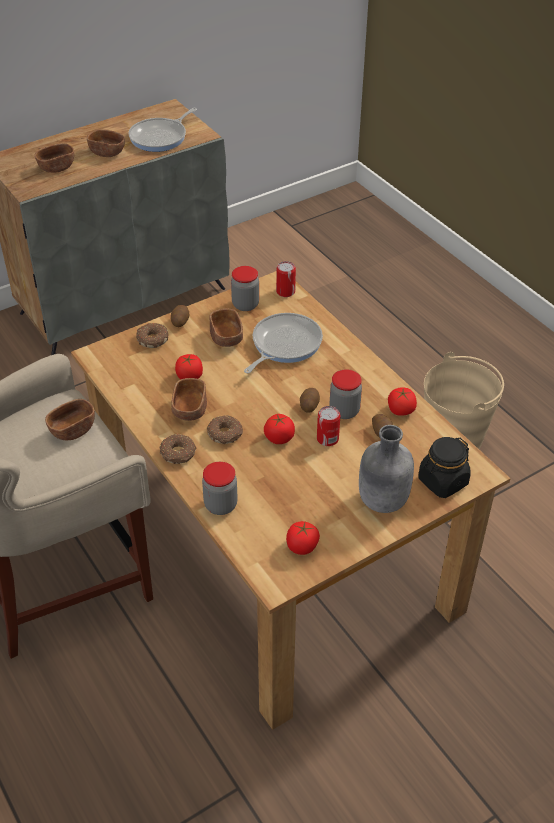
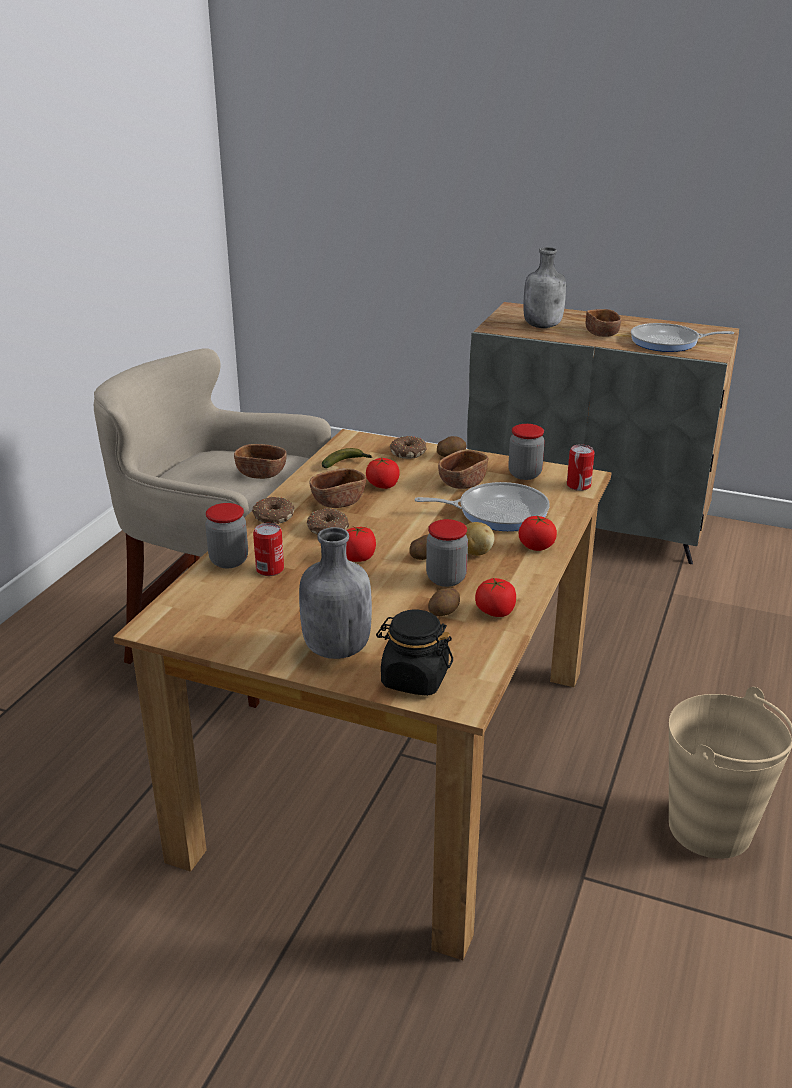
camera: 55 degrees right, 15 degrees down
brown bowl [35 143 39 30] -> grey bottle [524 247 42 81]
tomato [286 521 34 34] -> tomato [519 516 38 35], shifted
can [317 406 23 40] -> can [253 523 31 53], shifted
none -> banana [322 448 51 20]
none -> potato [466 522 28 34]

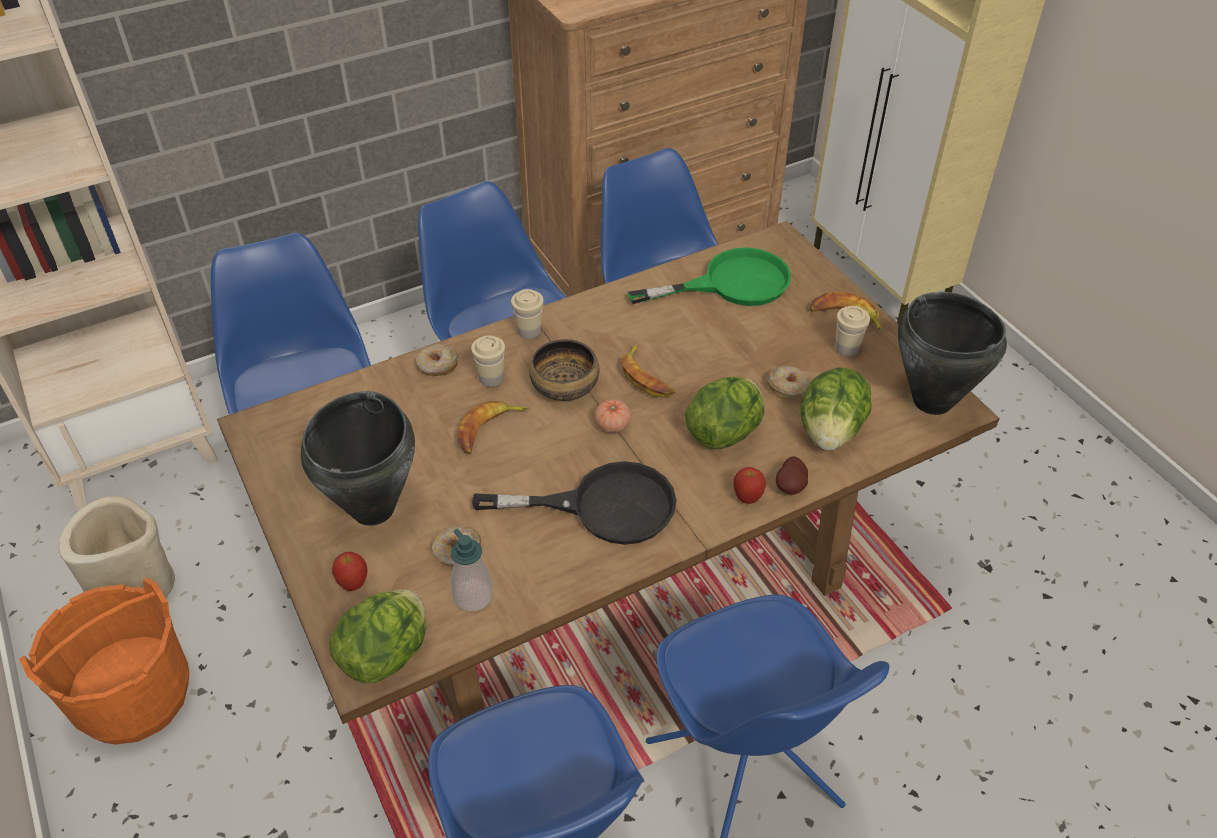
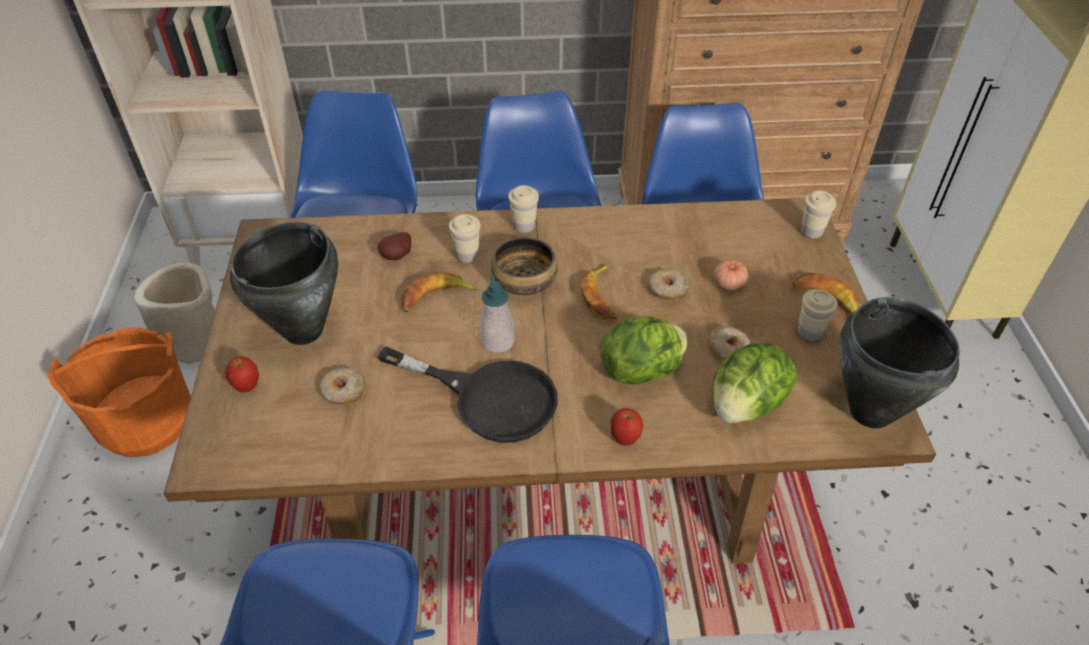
camera: 25 degrees right, 0 degrees up
lettuce [329 589 97 95] -> none
donut [416 344 42 32] -> donut [649 269 42 32], shifted
soap dispenser [451 528 42 84] -> soap dispenser [480 275 35 78], shifted
tomato [594 399 37 34] -> tomato [714 260 34 30], shifted
green frying pan [627 247 164 59] -> none
potato [776 456 32 39] -> potato [377 232 34 28], shifted
none -> beige cup [801 191 35 48]

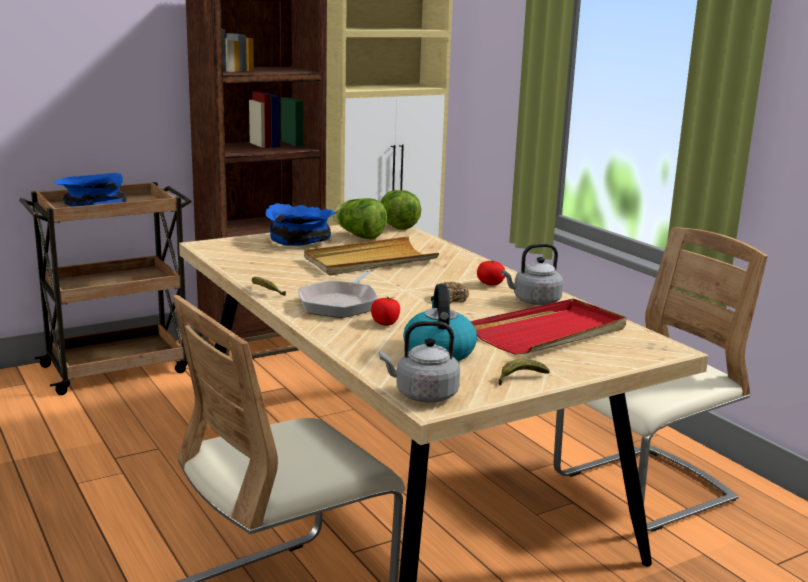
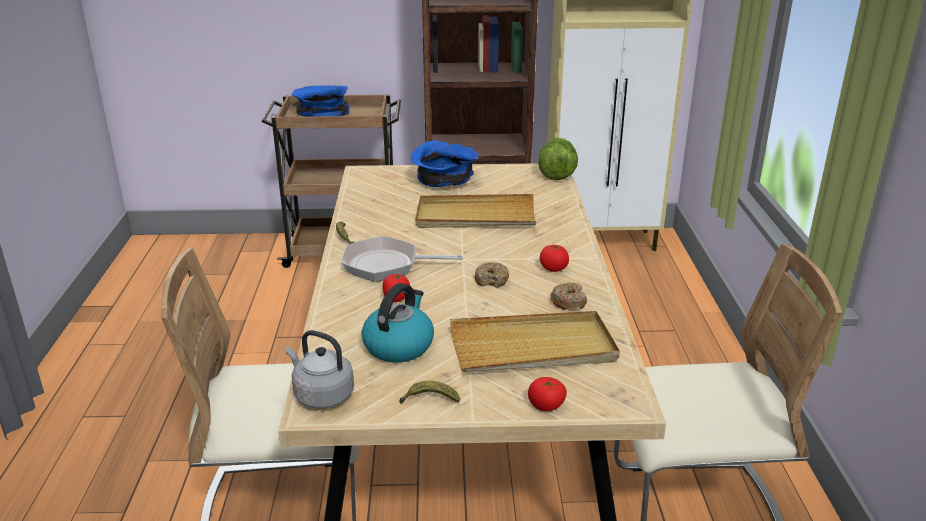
camera: 30 degrees right, 10 degrees up
frying pan [298 270 80 48] -> frying pan [342 236 121 46], 45 degrees clockwise
lettuce [333 198 54 41] -> none
red tray [470 298 157 57] -> beige tray [450 311 170 61]
grey kettle [502 243 62 62] -> donut [551 282 36 28]
none -> tomato [528 377 39 34]

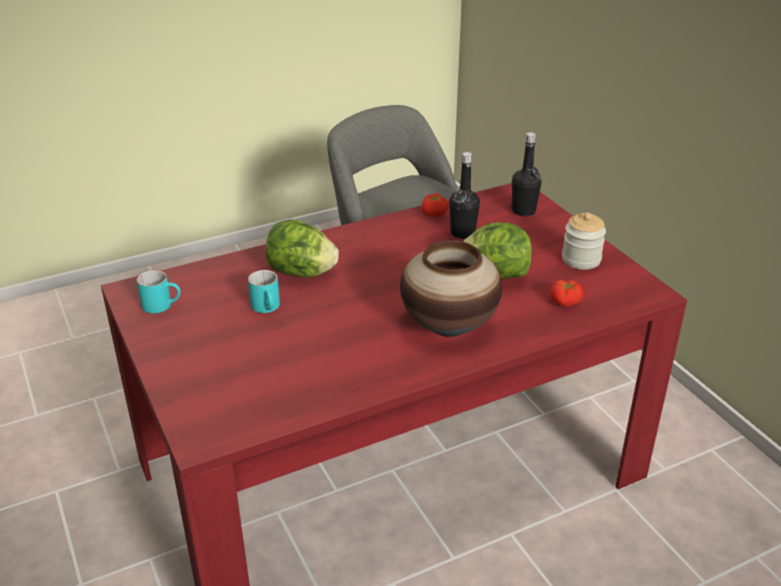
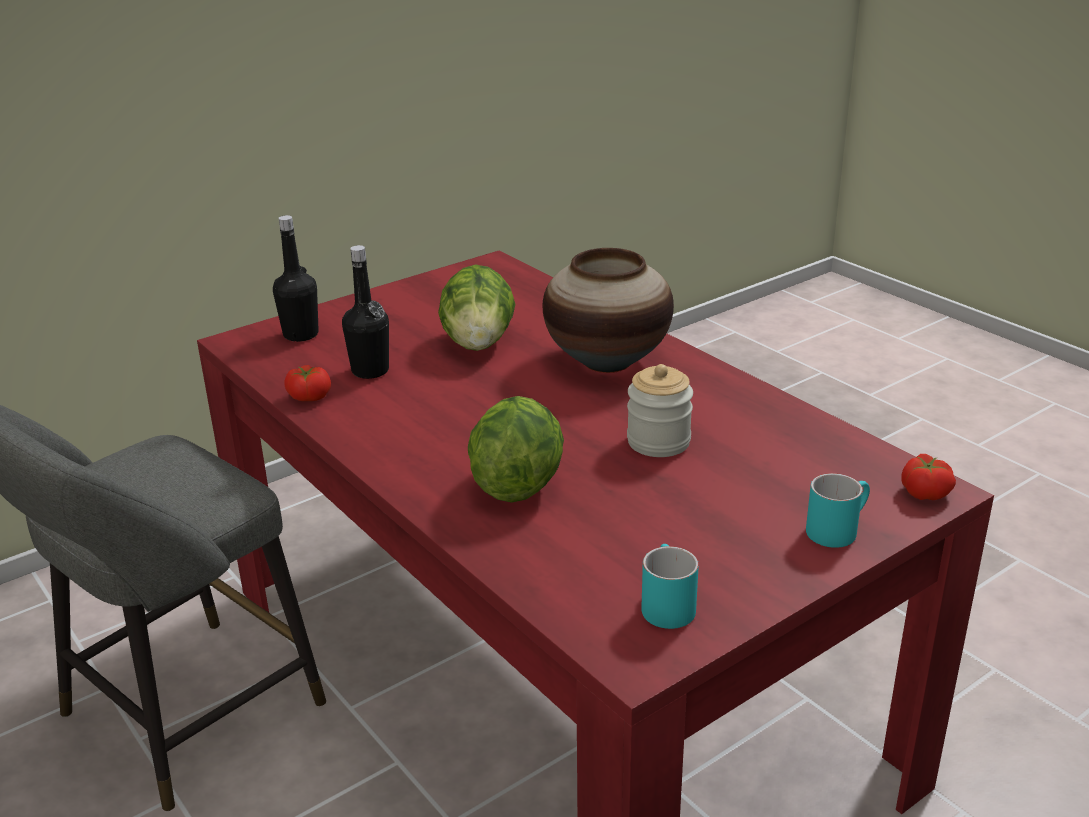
camera: 100 degrees left, 5 degrees down
turquoise mug [248 270 32 43] -> turquoise mug [806 473 64 75], shifted
tomato [550 280 33 27] -> tomato [901 454 55 46], shifted
jar [562 212 44 58] -> jar [627 364 66 93], shifted

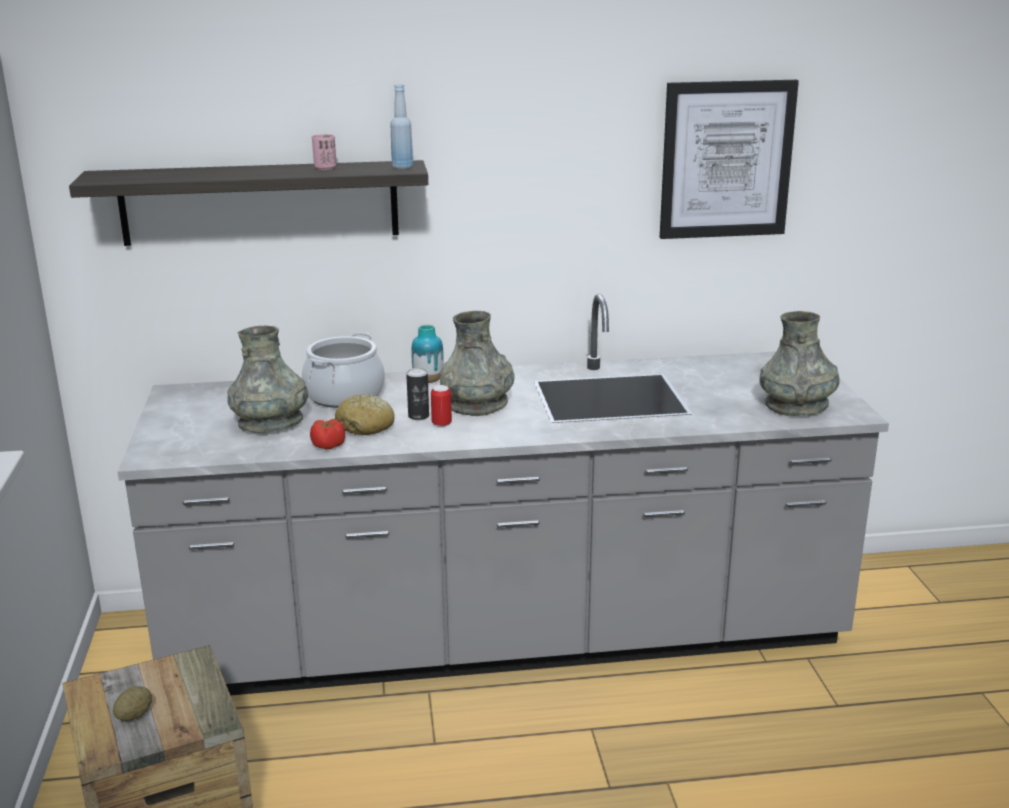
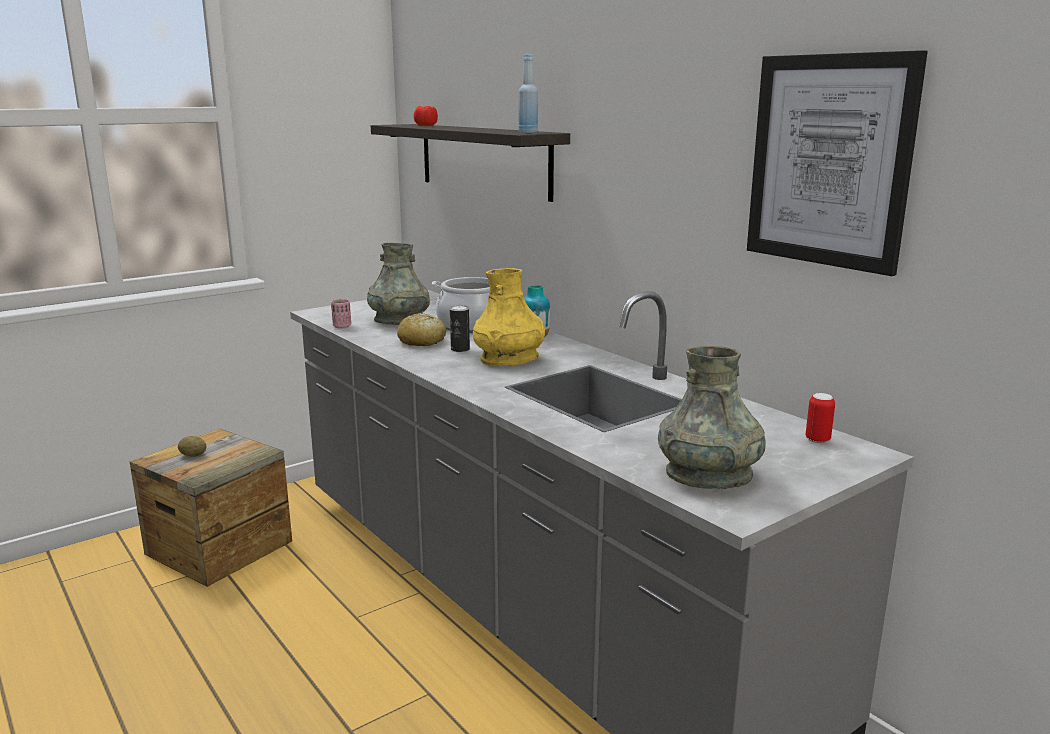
camera: 60 degrees right, 5 degrees down
tomato [310 419 35 31] -> tomato [414 106 24 20], shifted
pink cup [312 134 25 36] -> pink cup [331 299 20 29], shifted
can [431 385 21 42] -> can [806 393 29 50], shifted
grey vase [440 311 74 105] -> yellow vase [473 268 72 98]

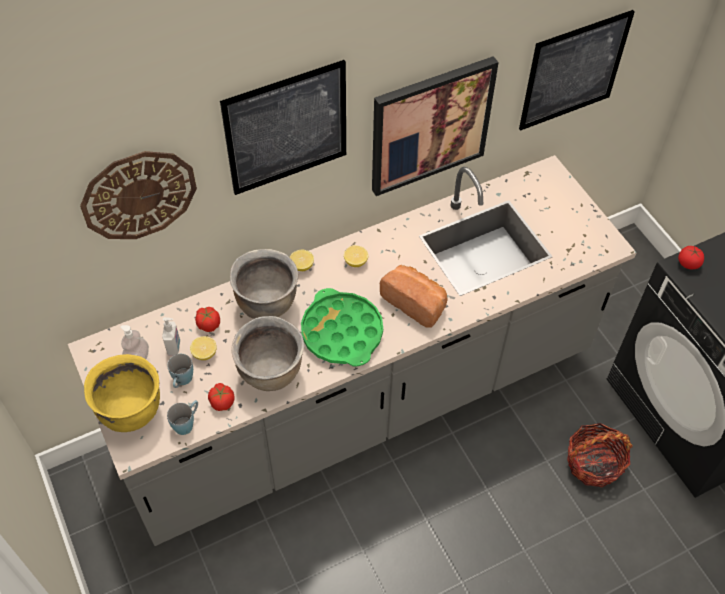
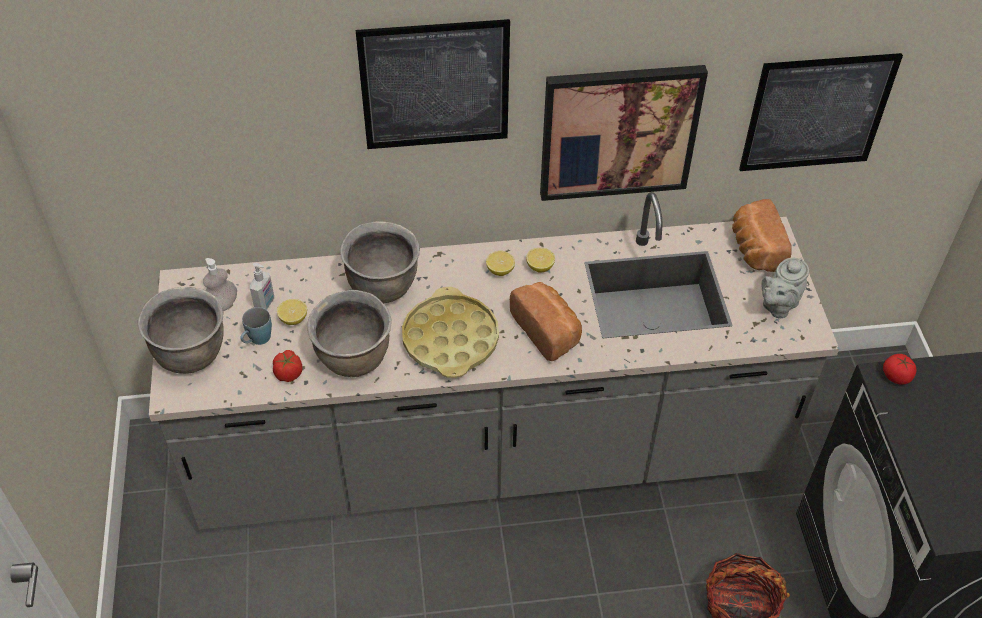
camera: 20 degrees right, 5 degrees down
wall clock [80 151 117 88] -> none
yellow cooking pot [84 354 76 78] -> brown cooking pot [138 287 86 87]
blue mug [167 400 31 35] -> none
tomato [195 307 25 25] -> none
lemon [289 250 25 21] -> lemon [526 248 29 25], shifted
green tray [301 288 82 79] -> yellow tray [402 287 97 91]
none -> bread [732 199 60 73]
none -> grey teapot [761 258 48 60]

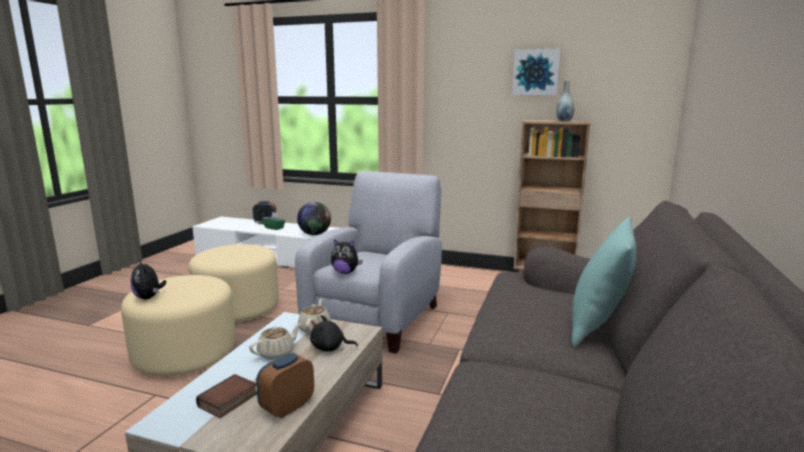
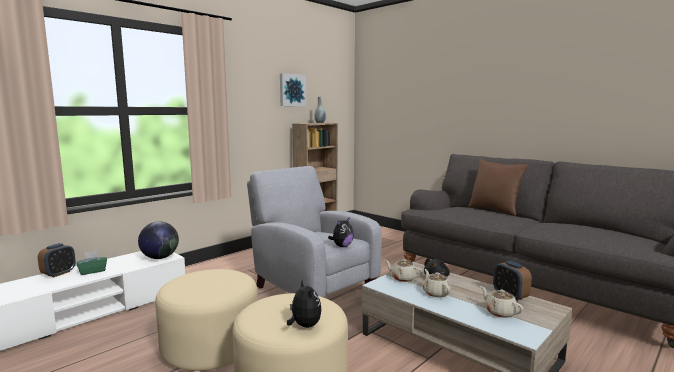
camera: 65 degrees left, 5 degrees down
plush toy [131 260 35 39] -> plush toy [287 279 35 49], 105 degrees counterclockwise
book [196 374 61 44] -> beige teapot [480 286 43 32]
turquoise pillow [571 217 66 131] -> brown pillow [468 159 60 57]

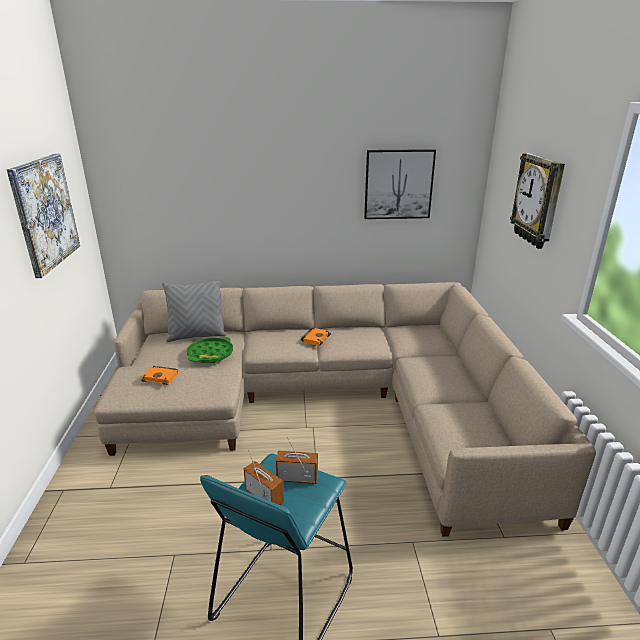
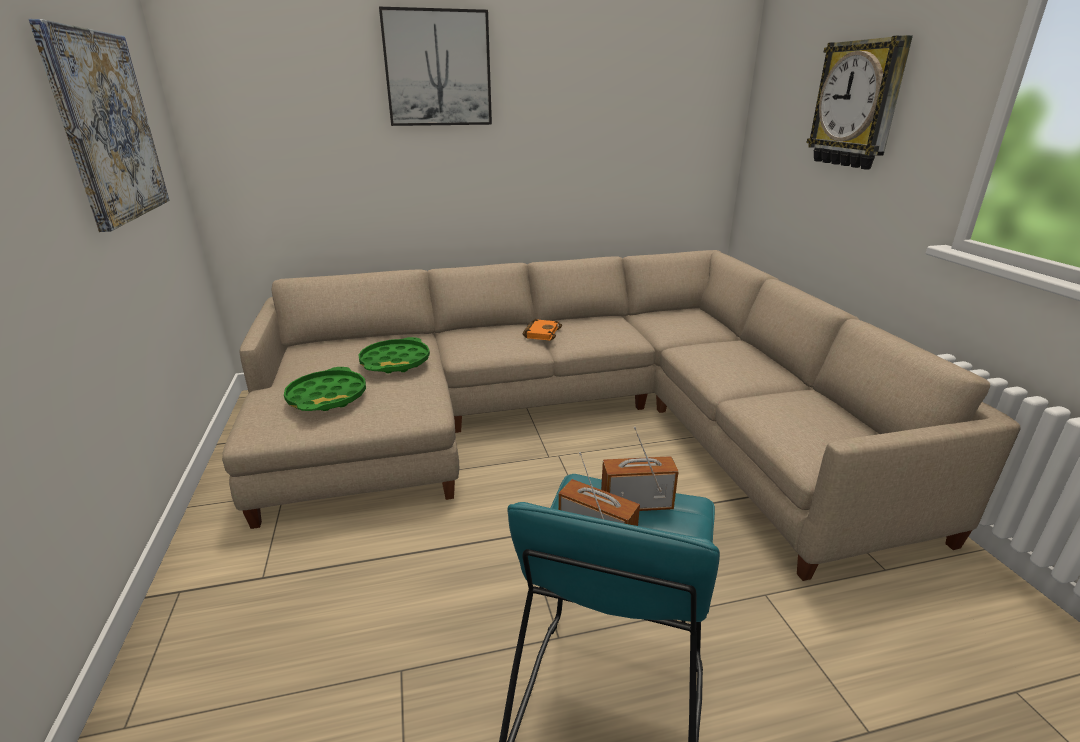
camera: 10 degrees left, 0 degrees up
orange book [141 366 37 19] -> green tray [284 367 82 44]
grey pillow [162 280 65 62] -> none
picture [364 149 72 70] -> picture [379 7 113 119], shifted

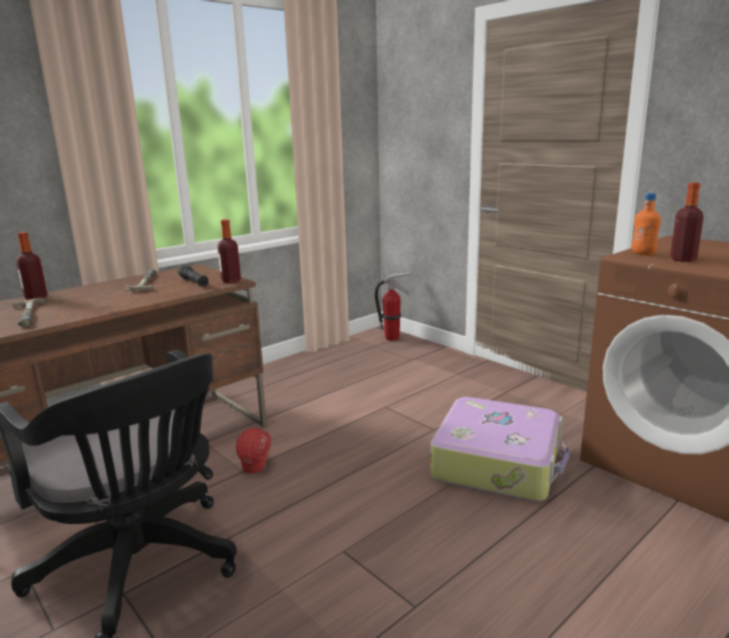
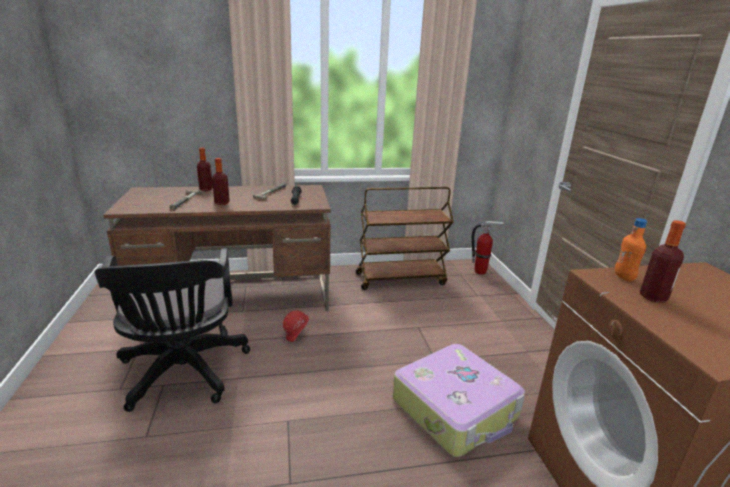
camera: 30 degrees right, 5 degrees up
bottle [217 219 24 64] -> bottle [212 158 18 47], shifted
none -> brown cart [356 187 98 103]

